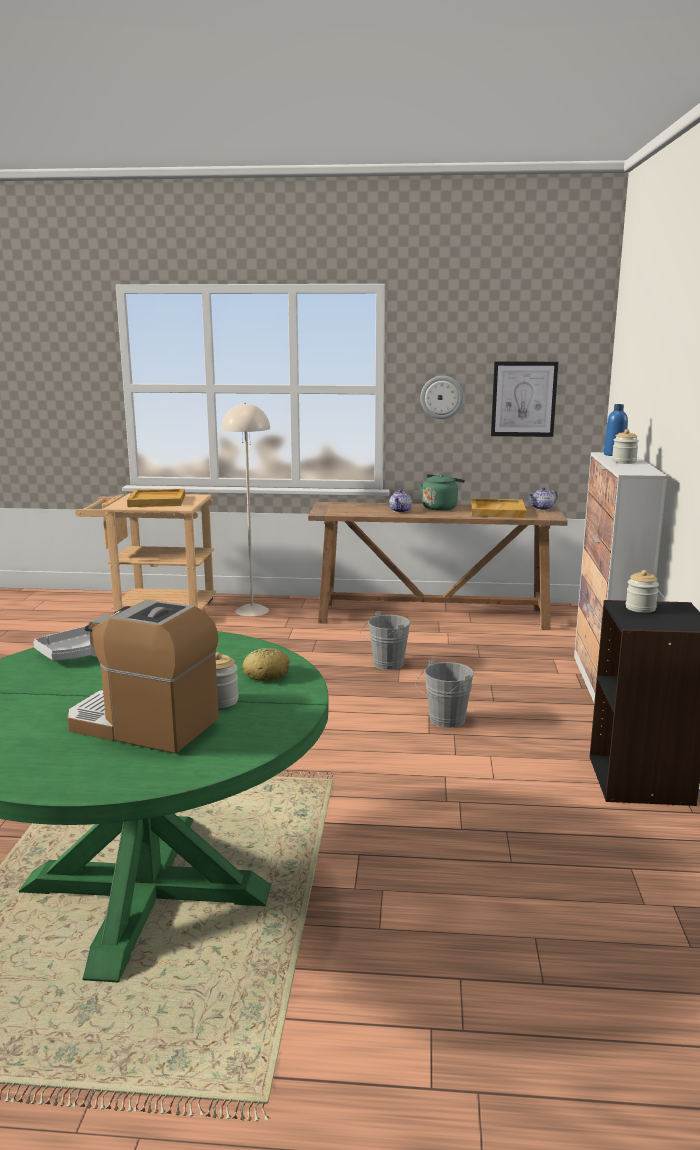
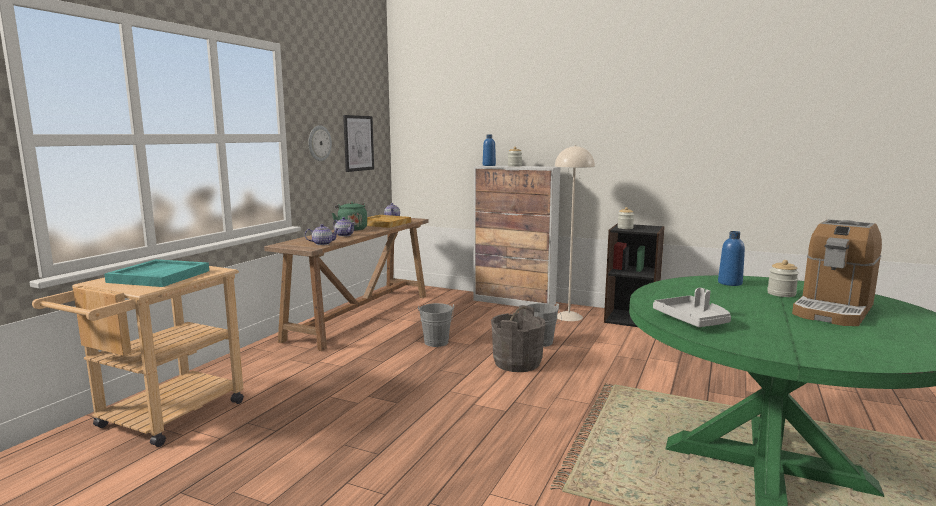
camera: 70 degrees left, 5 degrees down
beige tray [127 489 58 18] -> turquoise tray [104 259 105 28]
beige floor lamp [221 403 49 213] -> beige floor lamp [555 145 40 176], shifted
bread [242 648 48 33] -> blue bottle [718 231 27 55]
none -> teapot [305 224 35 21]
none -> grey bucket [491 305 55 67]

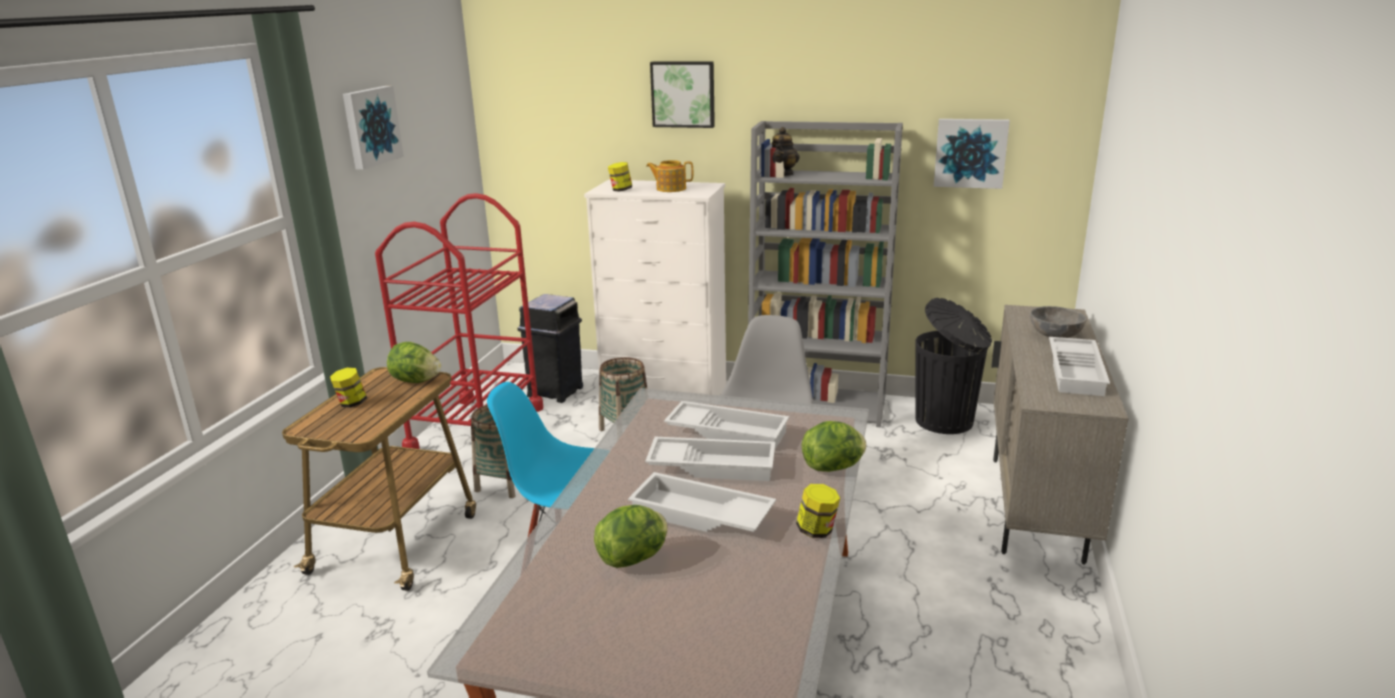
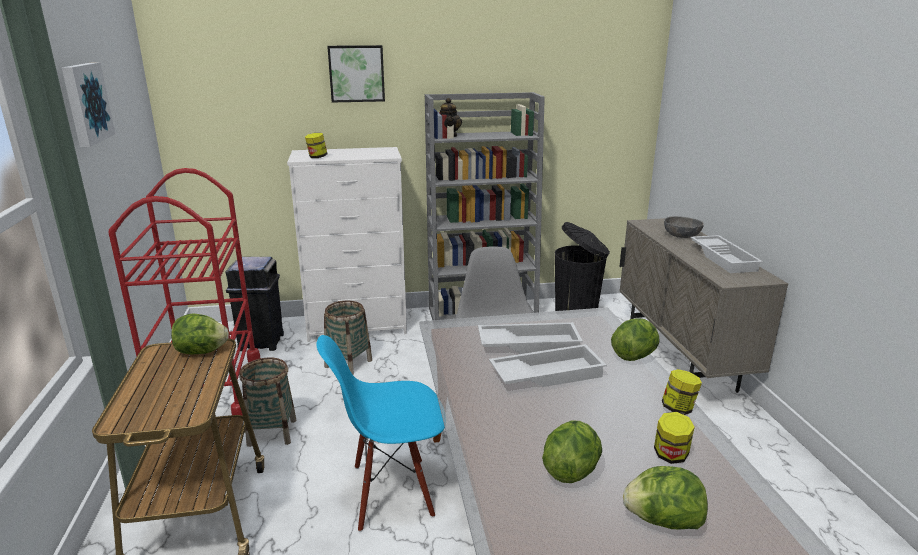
camera: 25 degrees left, 0 degrees up
jar [330 367 37 41] -> jar [654 412 41 52], shifted
white tray [628 472 148 60] -> none
teapot [646 160 47 32] -> none
picture [934 119 76 70] -> none
none -> lettuce [623 466 85 63]

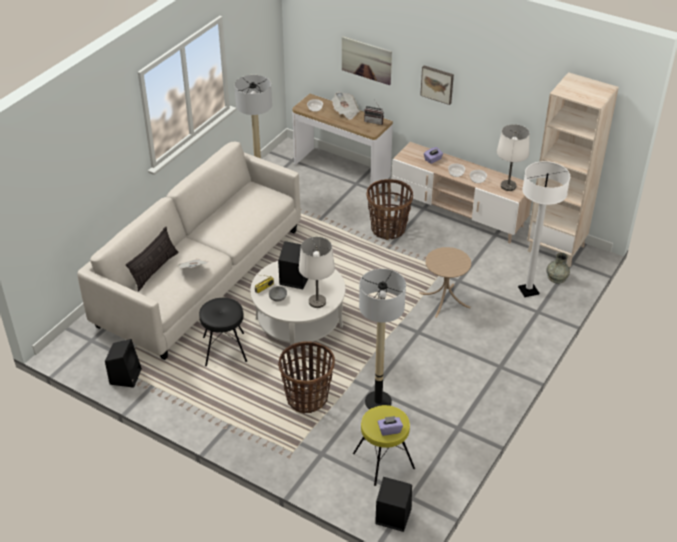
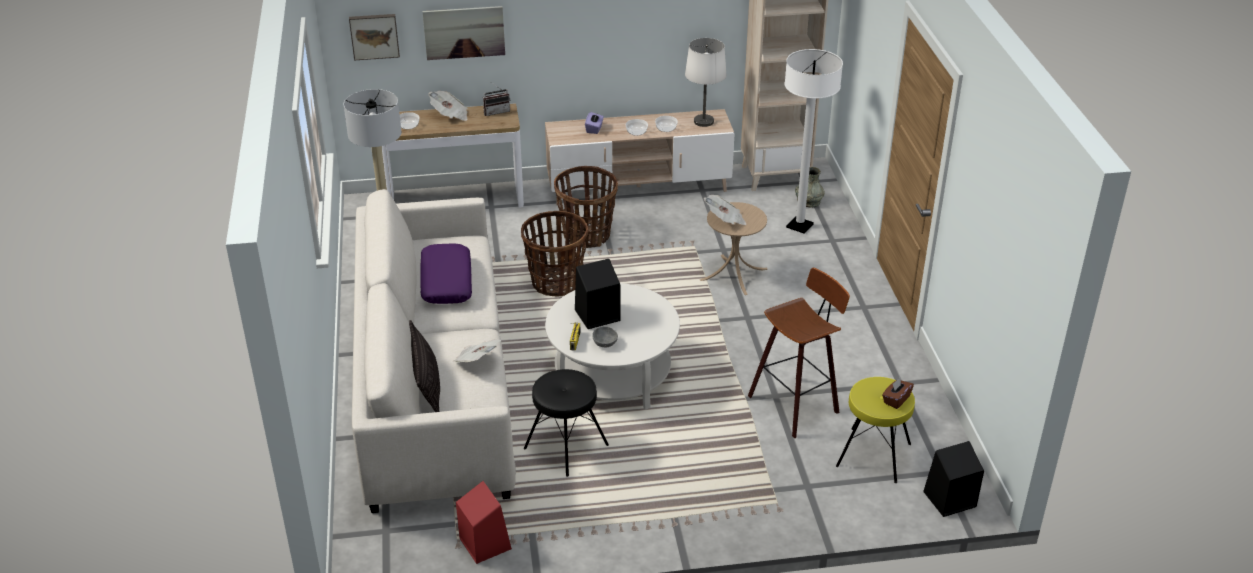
camera: 40 degrees left, 5 degrees down
black speaker [105 339 37 49] -> red speaker [456 481 56 83]
basket [278 341 57 72] -> basket [521 211 67 86], shifted
white table lamp [299 237 36 71] -> none
floor lamp [359 269 47 141] -> stool [748 268 102 170]
purple tissue box [378 416 25 20] -> brown tissue box [882 378 32 31]
picture [420 65 34 40] -> picture [349 14 51 47], shifted
none -> purple pillow [420 244 52 60]
none -> newspaper [704 195 43 30]

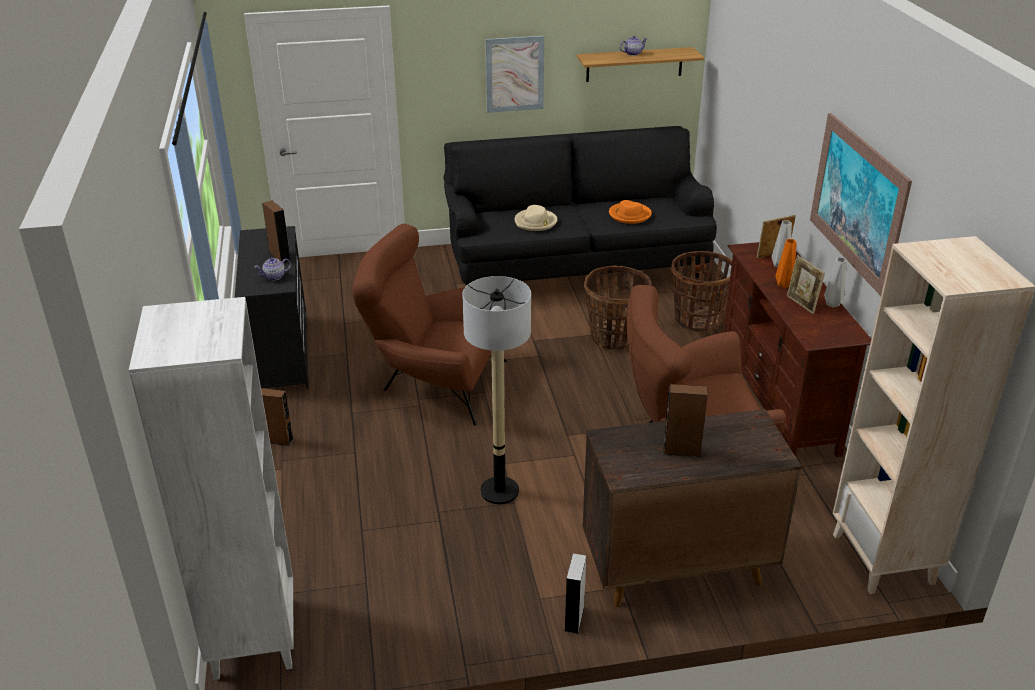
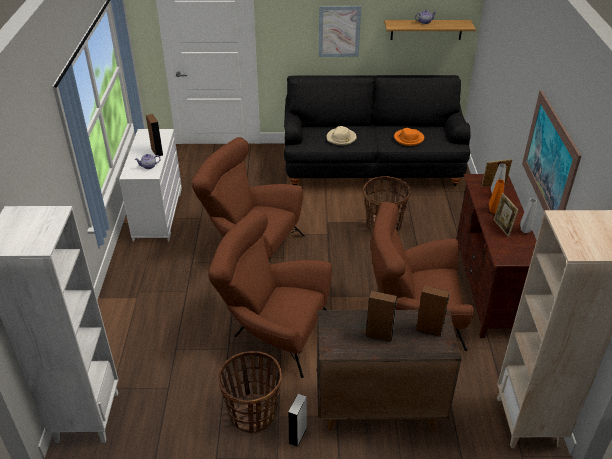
camera: 10 degrees right, 5 degrees up
black dresser [235 226 74 163] -> white dresser [119 129 63 113]
brown speaker [261 388 32 58] -> brown speaker [415 285 34 52], shifted
floor lamp [462 276 69 229] -> brown armchair [208 209 124 169]
basket [671 251 61 81] -> basket [218 351 64 82], shifted

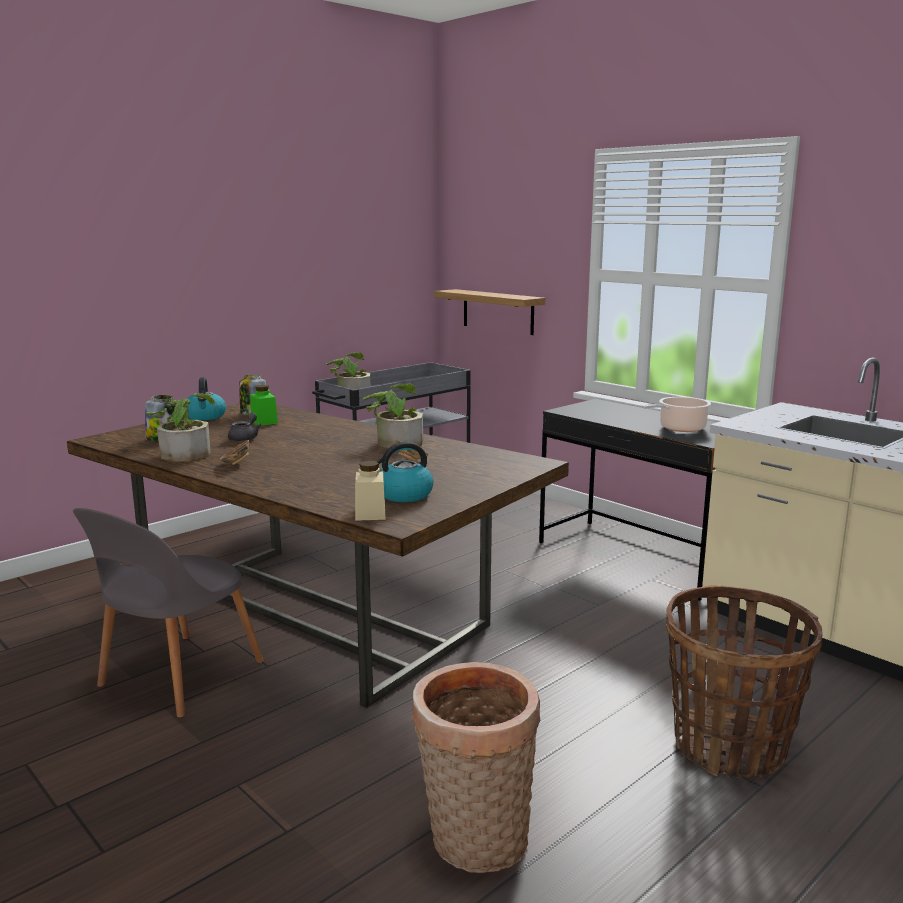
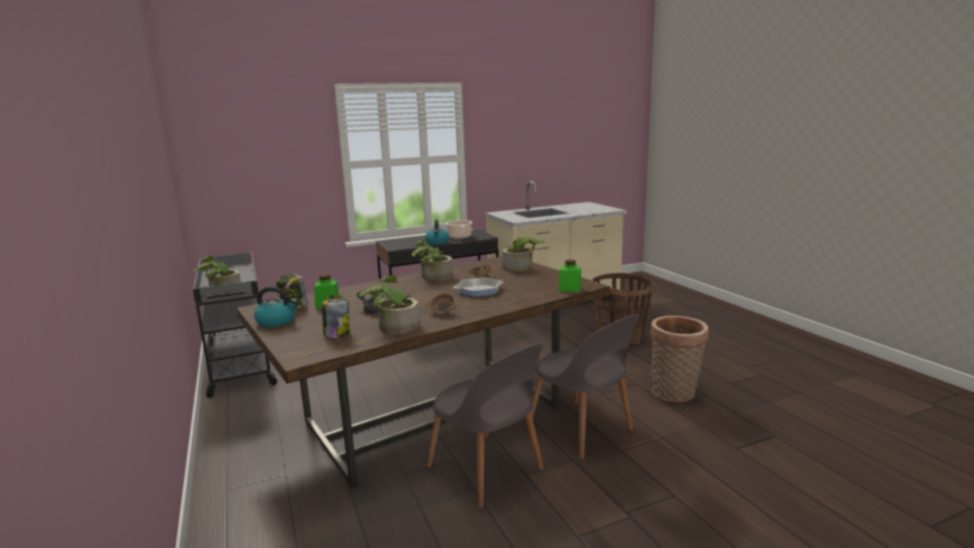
camera: 70 degrees left, 0 degrees up
beige jar [355 461 31 60] -> green jar [559 260 22 32]
kettle [377 442 56 60] -> kettle [425 220 24 24], shifted
shelf [434 289 111 46] -> none
none -> frying pan [454 277 50 20]
none -> potted plant [502 236 43 36]
none -> grey chair [526 314 114 145]

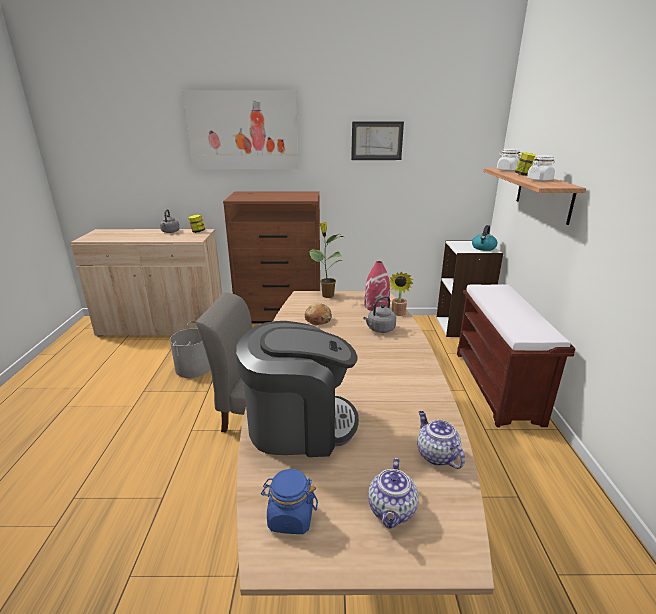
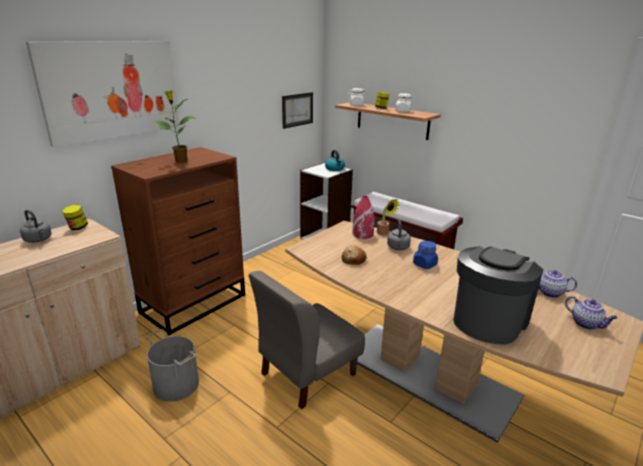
camera: 50 degrees left, 0 degrees up
blue jar [261 469 57 65] -> blue jar [413 241 25 28], shifted
potted plant [309 222 34 76] -> potted plant [152 90 44 73], shifted
picture [351 122 53 38] -> picture [282 92 31 37], shifted

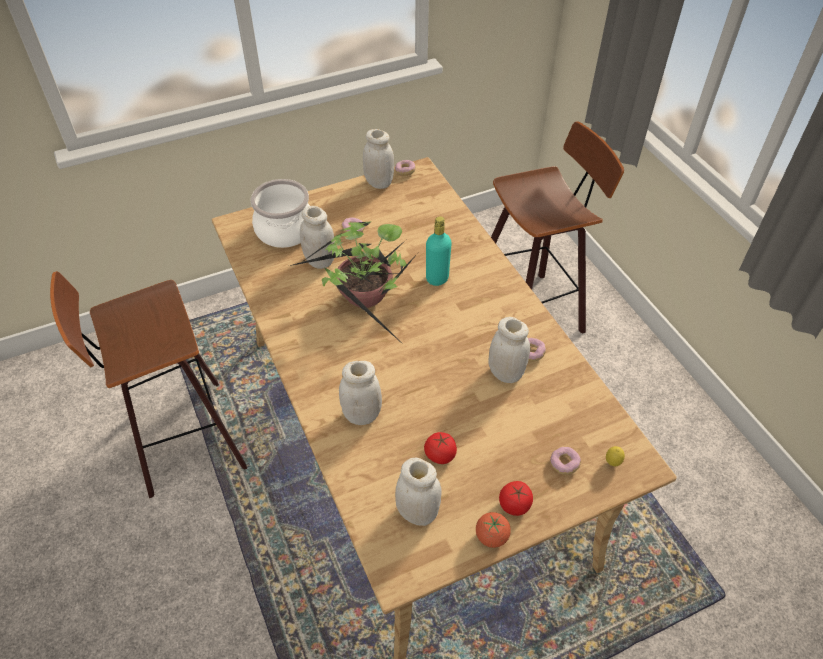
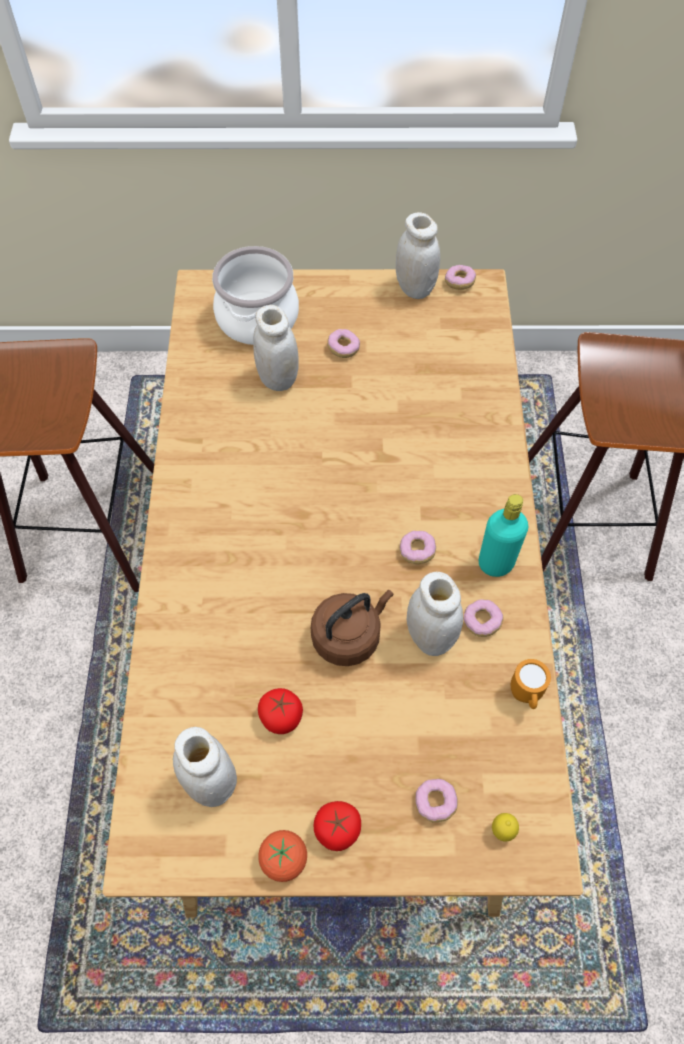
camera: 25 degrees right, 10 degrees up
potted plant [290 221 128 125] -> none
white jar [339 361 43 64] -> none
turquoise bottle [426 216 26 70] -> turquoise bottle [479 494 49 83], shifted
none -> brown kettle [311 590 82 76]
none -> donut [400 531 36 33]
none -> orange mug [511 659 40 50]

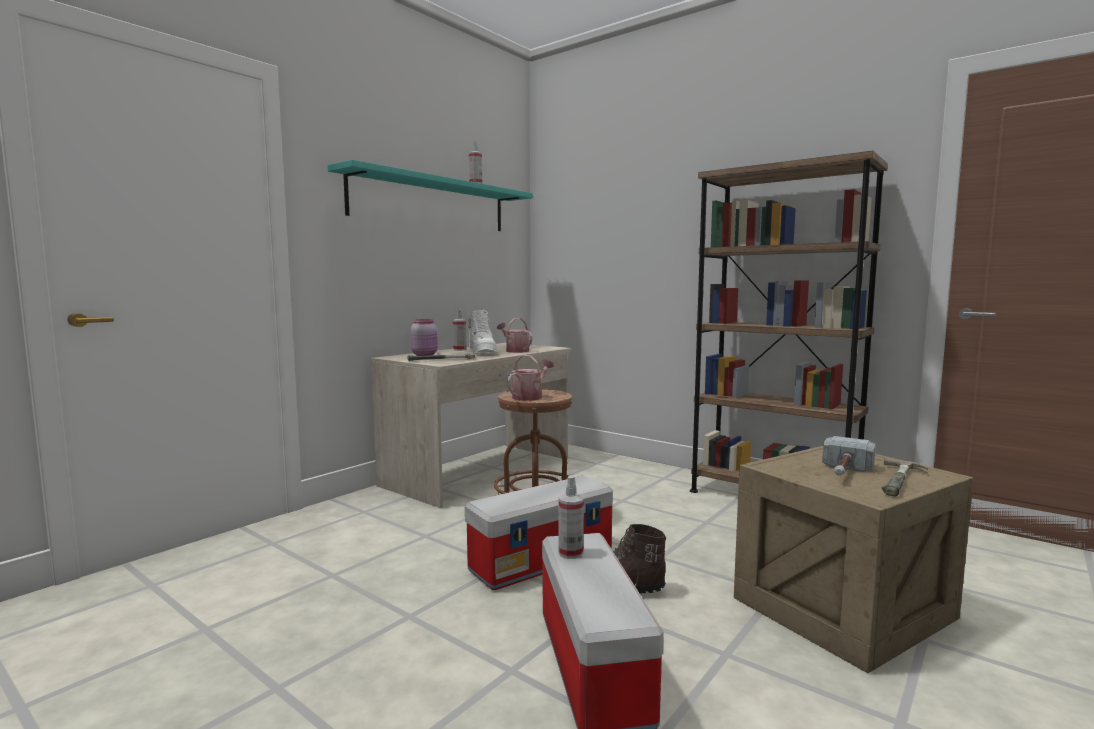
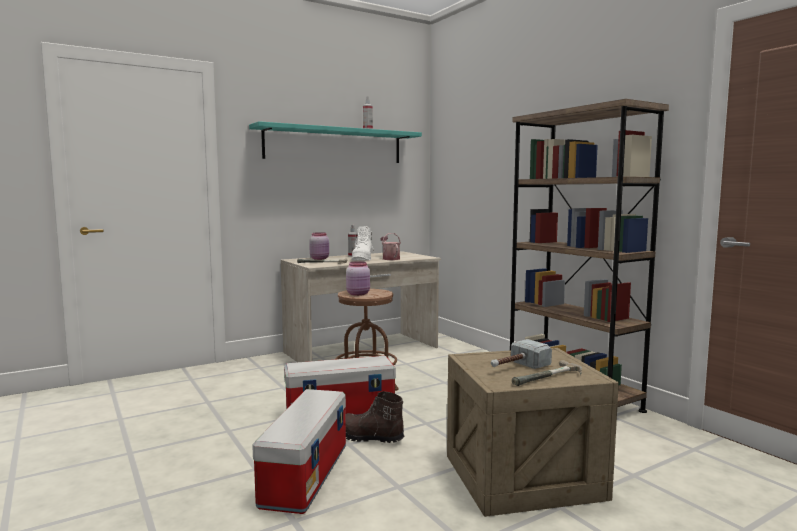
camera: 20 degrees right, 0 degrees up
watering can [507 355 47 46] -> pink jar [346 261 24 35]
spray bottle [558 476 26 83] -> none

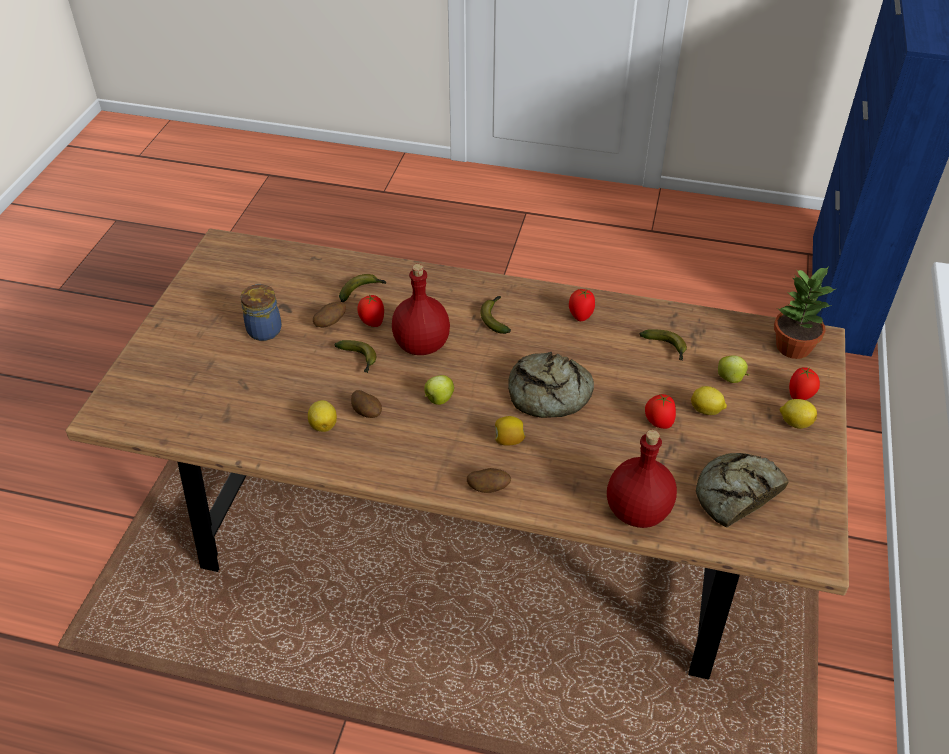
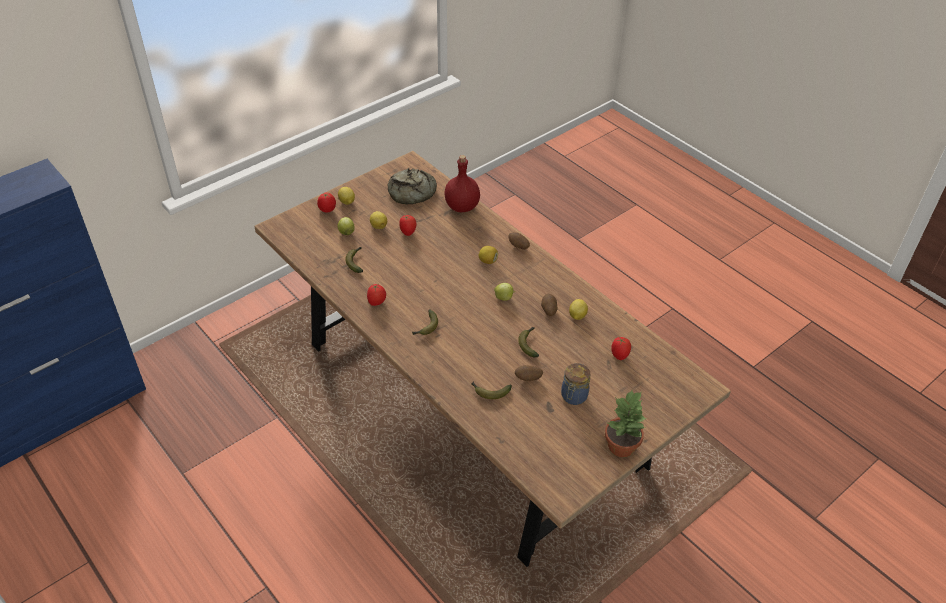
camera: 145 degrees left, 0 degrees up
tomato [357 295 27 32] -> tomato [611 337 20 23], shifted
red bottle [392 264 58 91] -> none
bread [508 352 86 66] -> none
potted plant [774 266 61 93] -> potted plant [605 391 42 66], shifted

